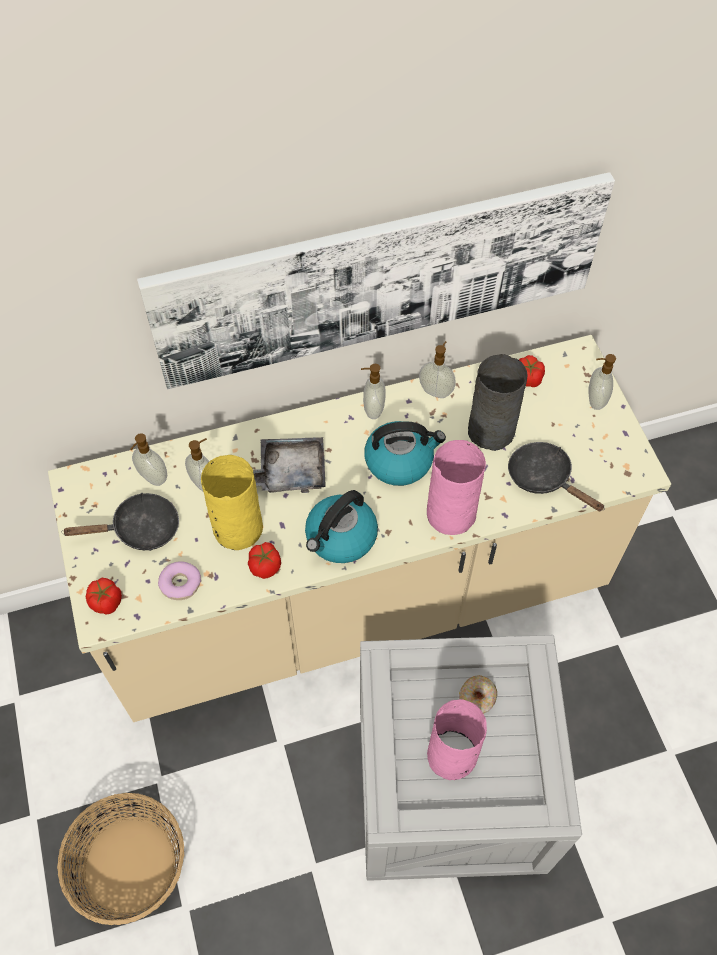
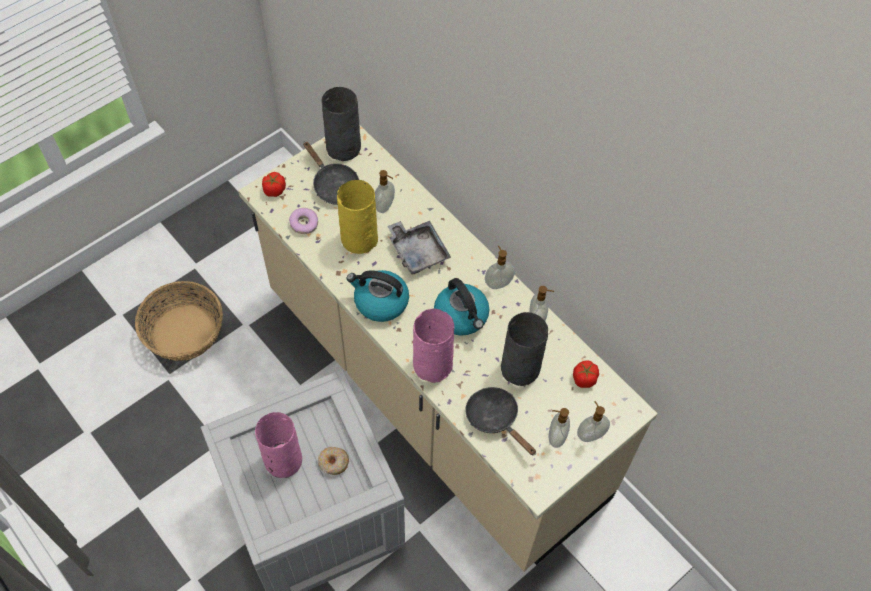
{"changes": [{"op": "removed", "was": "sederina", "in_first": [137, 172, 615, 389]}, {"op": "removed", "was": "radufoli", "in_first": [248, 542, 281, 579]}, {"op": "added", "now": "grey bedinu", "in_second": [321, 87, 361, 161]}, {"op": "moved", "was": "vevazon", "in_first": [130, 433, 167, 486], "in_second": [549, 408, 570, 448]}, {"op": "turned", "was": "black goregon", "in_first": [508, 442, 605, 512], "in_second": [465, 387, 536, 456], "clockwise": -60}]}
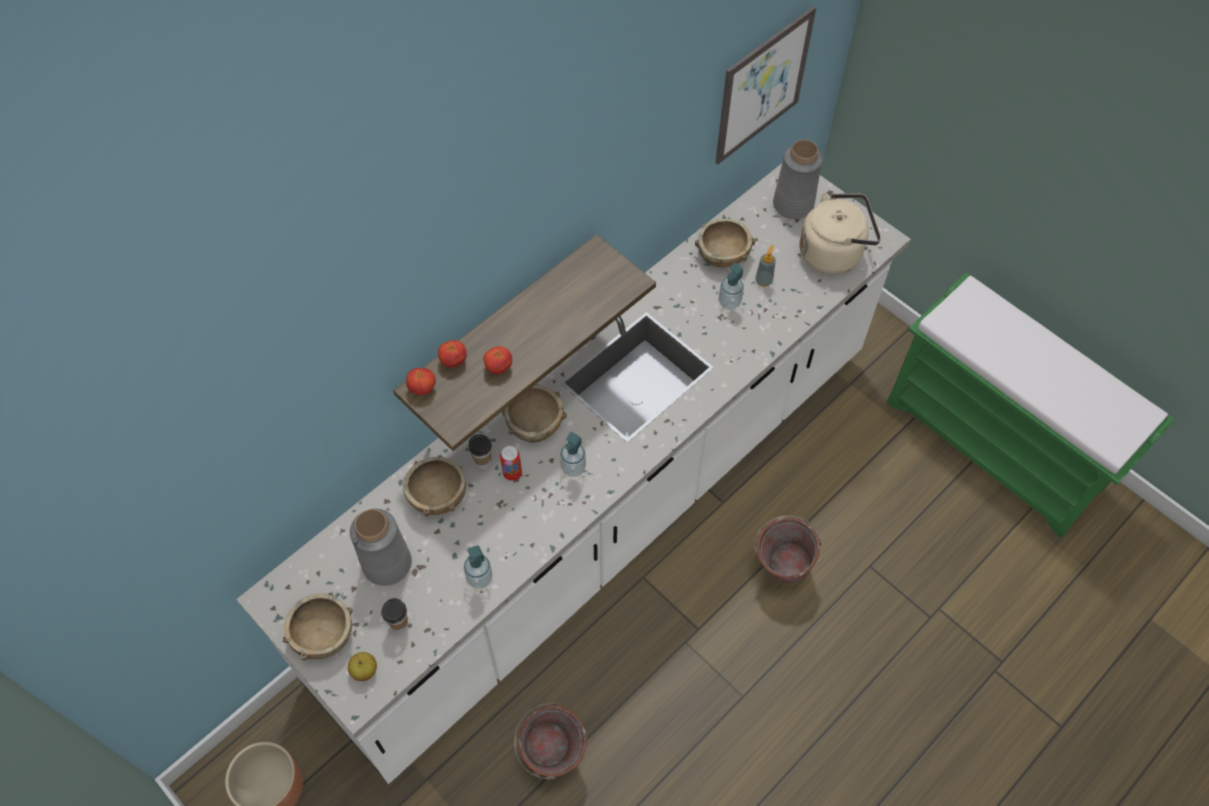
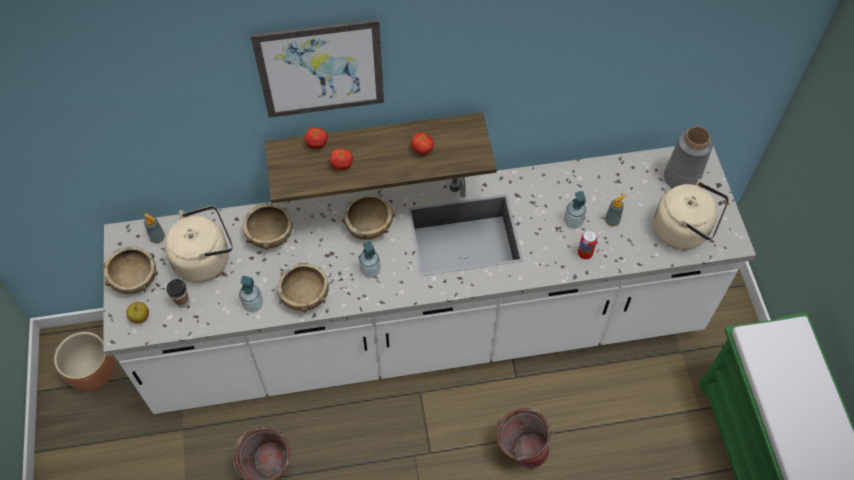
{"changes": [{"op": "removed", "was": "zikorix", "in_first": [468, 434, 492, 469]}, {"op": "added", "now": "vevazon", "in_second": [144, 213, 165, 243]}, {"op": "moved", "was": "radufoli", "in_first": [406, 368, 436, 395], "in_second": [411, 132, 434, 155]}, {"op": "moved", "was": "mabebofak", "in_first": [500, 446, 522, 481], "in_second": [578, 230, 597, 259]}, {"op": "moved", "was": "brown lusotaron", "in_first": [695, 219, 755, 268], "in_second": [277, 262, 329, 313]}, {"op": "moved", "was": "sederina", "in_first": [715, 6, 816, 164], "in_second": [251, 19, 384, 118]}, {"op": "replaced", "was": "grey bedinu", "now": "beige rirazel", "in_first": [350, 509, 412, 586], "in_second": [165, 205, 233, 283]}]}
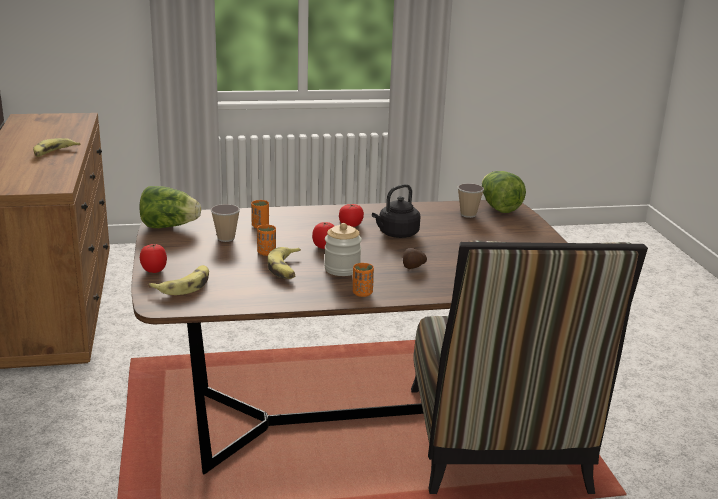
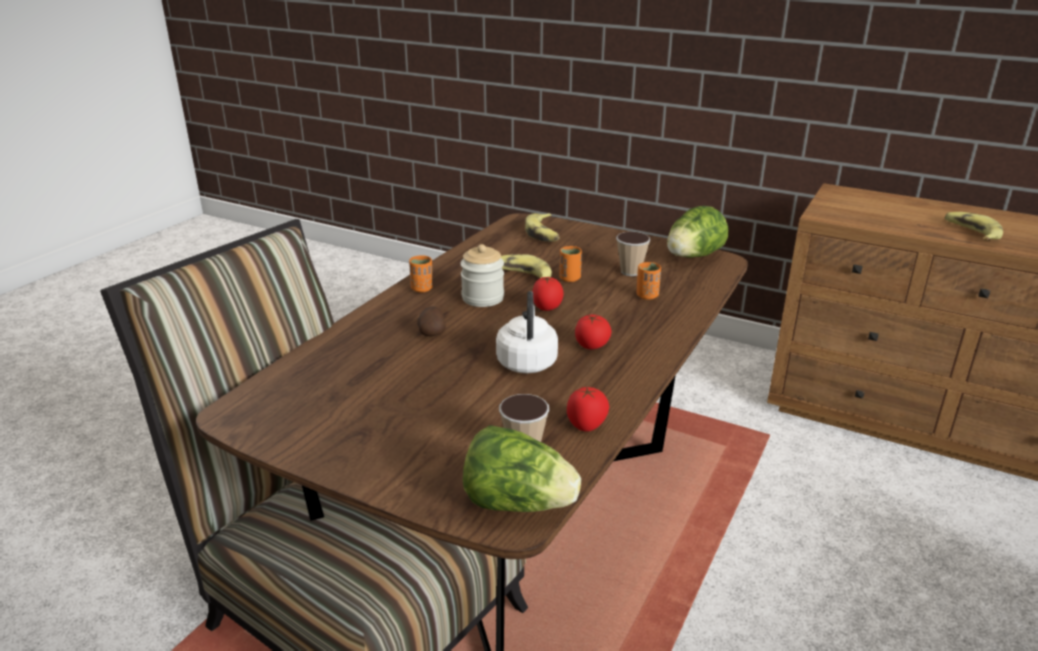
{"changes": [{"op": "moved", "was": "radufoli", "in_first": [140, 244, 167, 273], "in_second": [567, 387, 609, 432]}, {"op": "recoloured", "was": "black rirazel", "now": "white rirazel", "in_first": [372, 184, 420, 238], "in_second": [496, 291, 558, 373]}]}
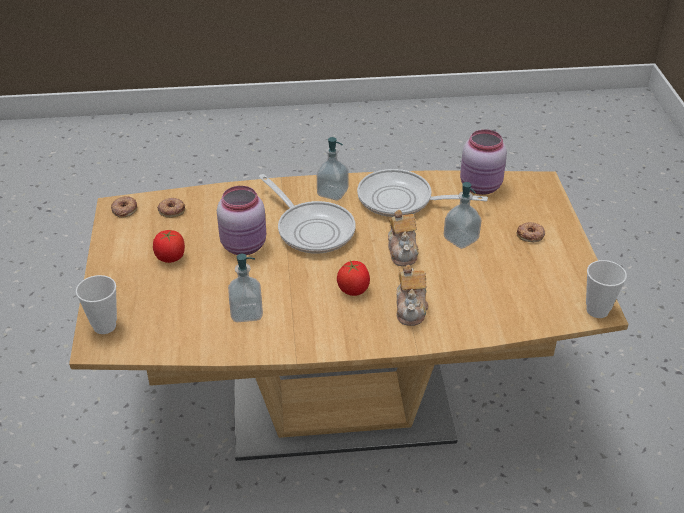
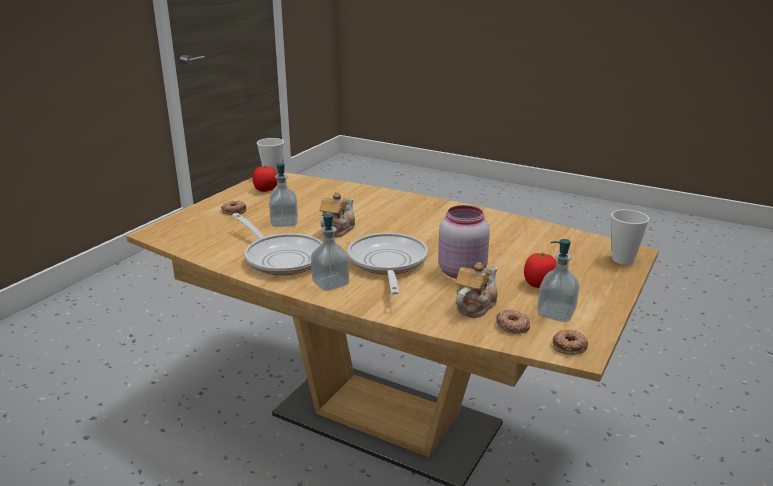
{"changes": [{"op": "removed", "was": "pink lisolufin", "in_first": [460, 129, 507, 195]}, {"op": "moved", "was": "vevazon", "in_first": [228, 254, 263, 322], "in_second": [537, 239, 579, 322]}, {"op": "moved", "was": "radufoli", "in_first": [337, 260, 370, 296], "in_second": [252, 166, 277, 192]}, {"op": "moved", "was": "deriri", "in_first": [396, 265, 428, 326], "in_second": [456, 262, 498, 318]}]}
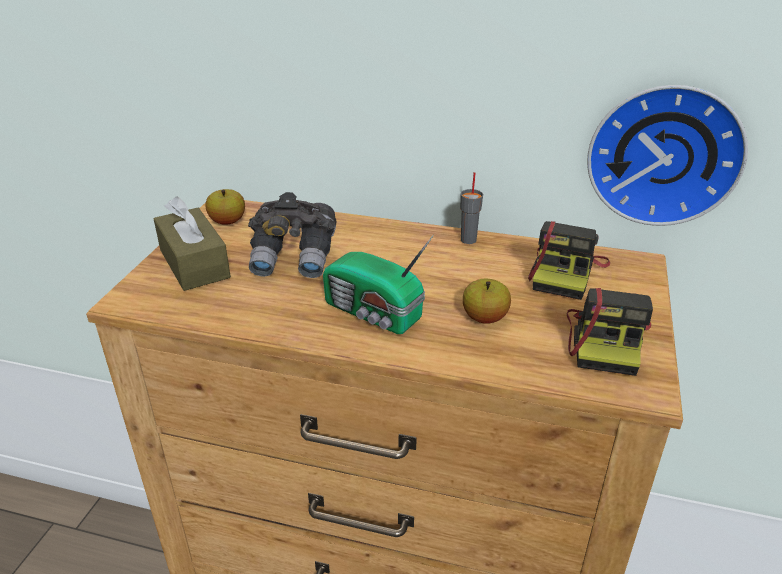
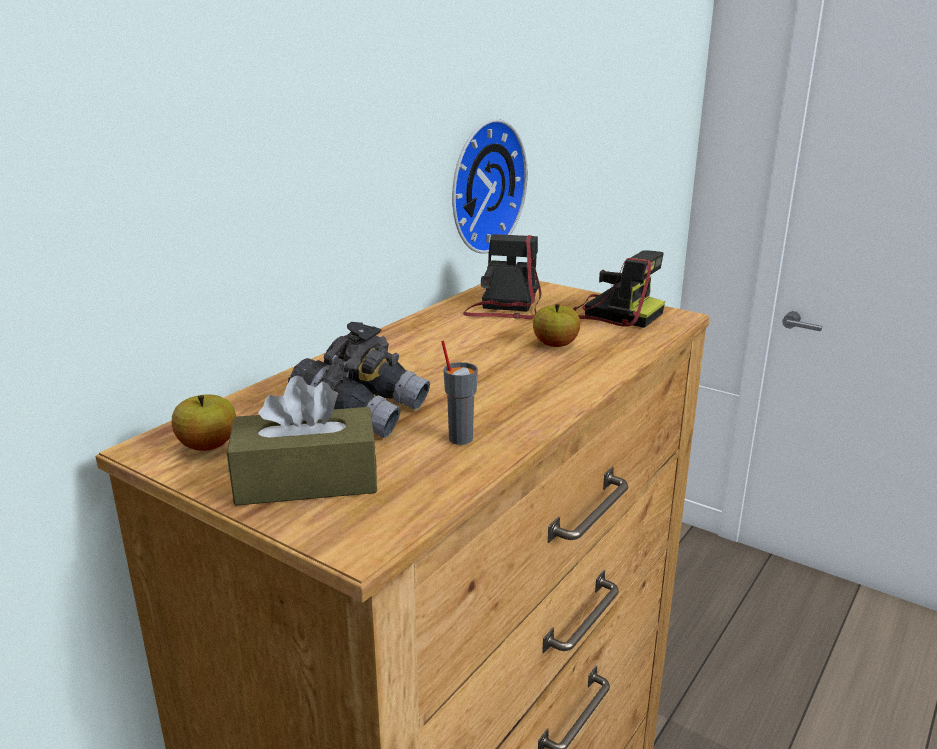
{"changes": [{"op": "removed", "was": "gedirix", "in_first": [323, 235, 434, 334]}, {"op": "moved", "was": "grey zikorix", "in_first": [460, 172, 483, 244], "in_second": [441, 341, 478, 445]}, {"op": "turned", "was": "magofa", "in_first": [528, 221, 610, 300], "in_second": [463, 234, 541, 319], "clockwise": -120}]}
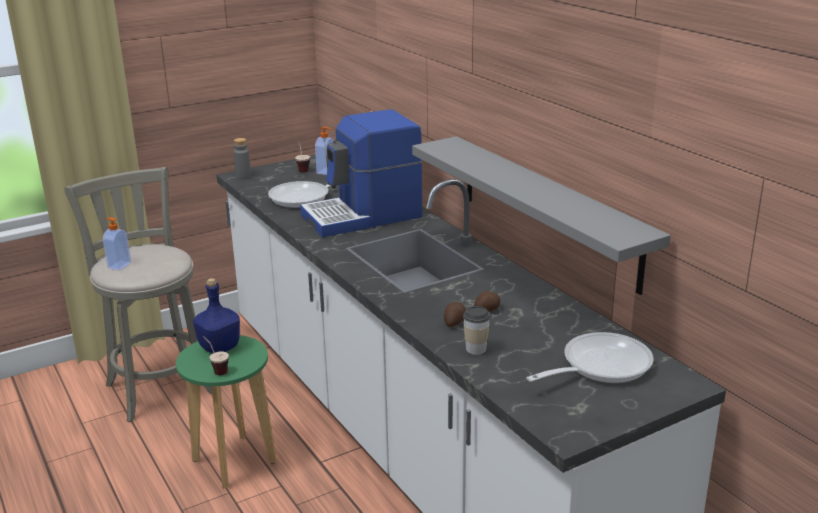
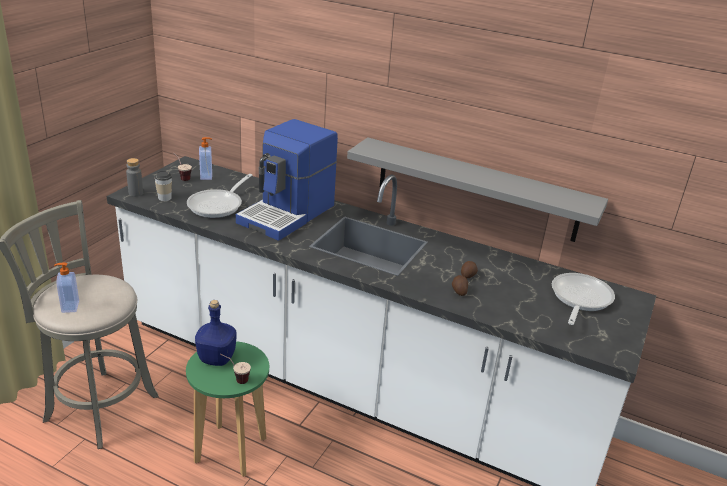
{"changes": [{"op": "moved", "was": "zikorix", "in_first": [463, 306, 490, 355], "in_second": [154, 171, 172, 201]}]}
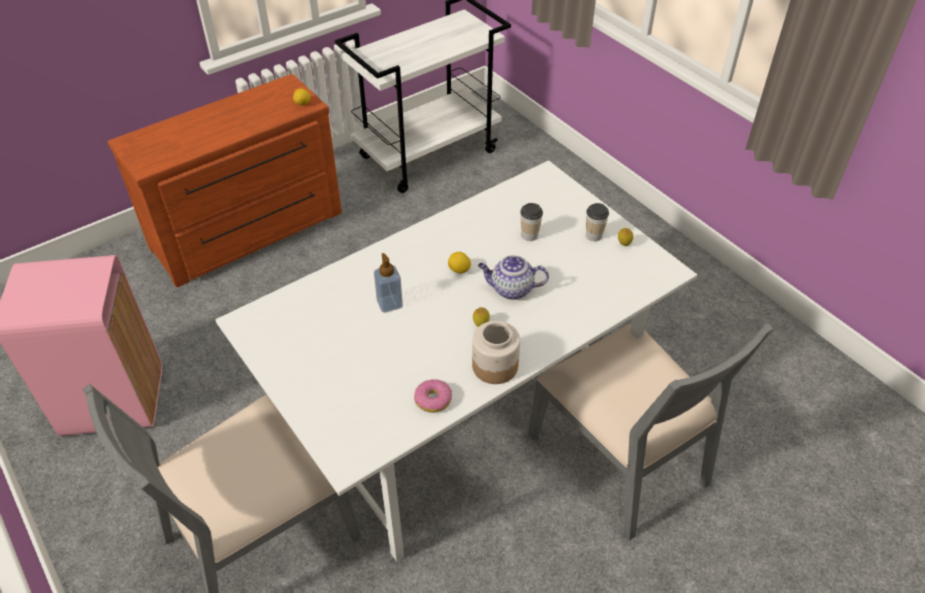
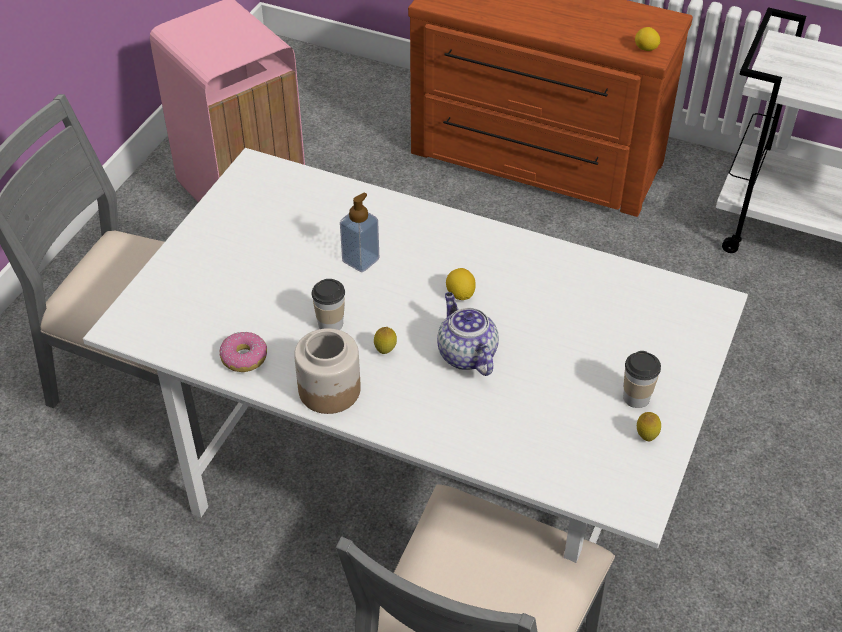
{"changes": [{"op": "moved", "was": "zikorix", "in_first": [520, 203, 543, 241], "in_second": [311, 279, 345, 330]}]}
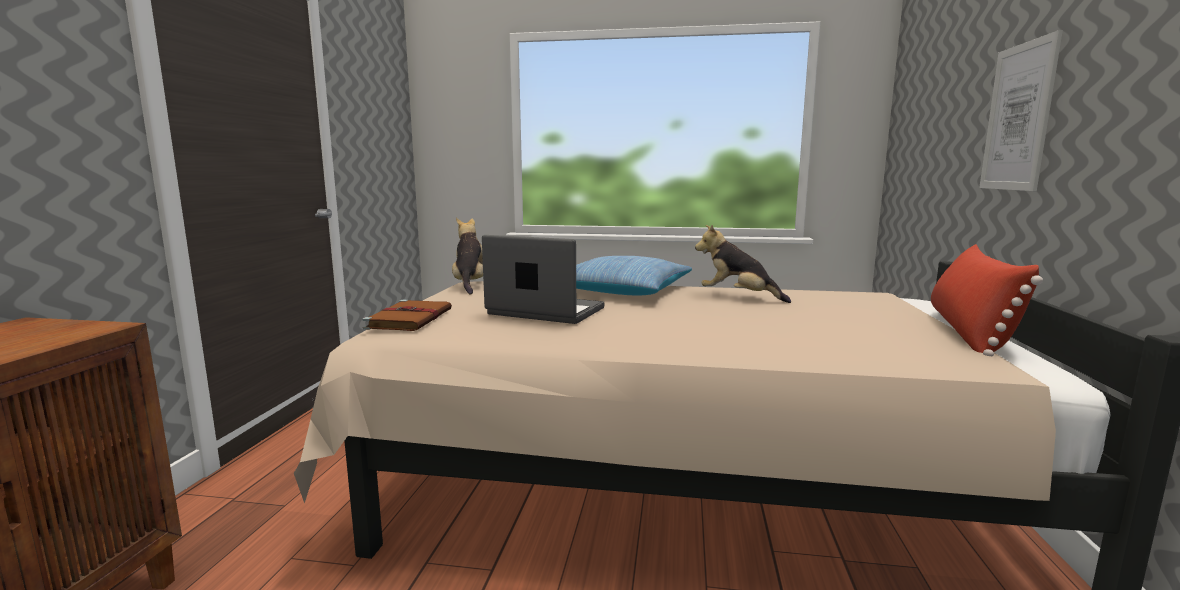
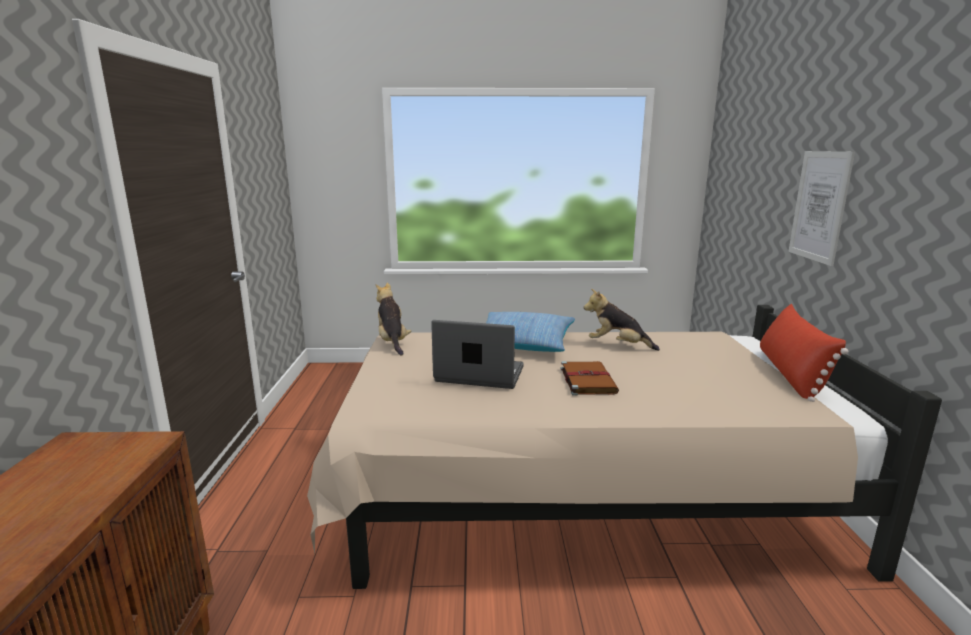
{"changes": [{"op": "moved", "was": "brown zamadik", "in_first": [362, 300, 452, 331], "in_second": [561, 361, 619, 395]}]}
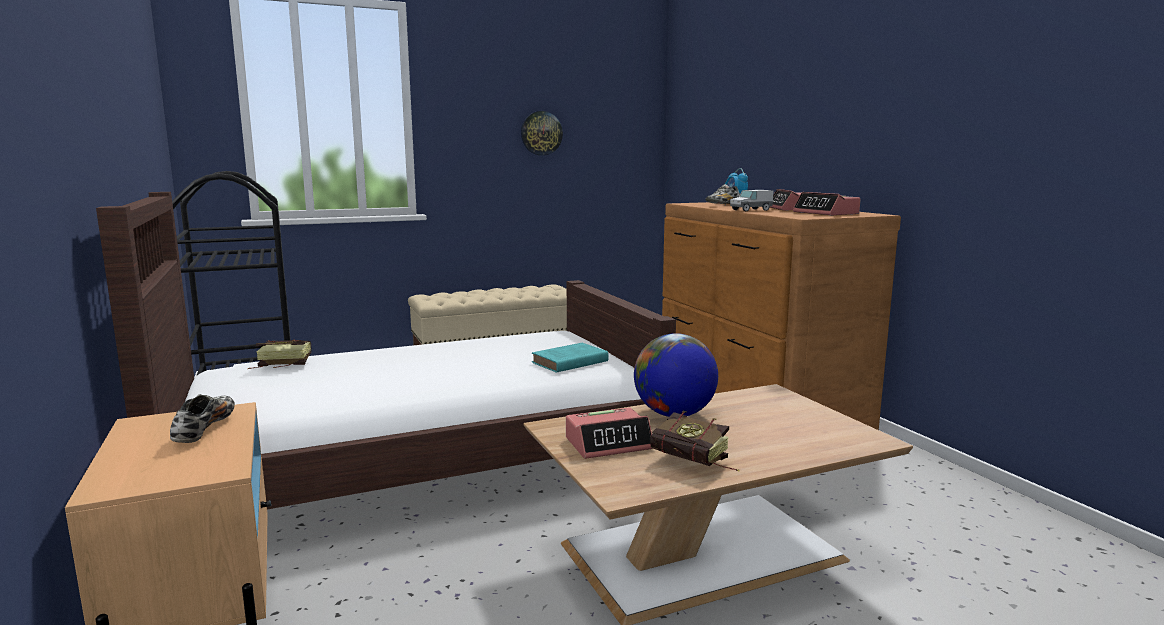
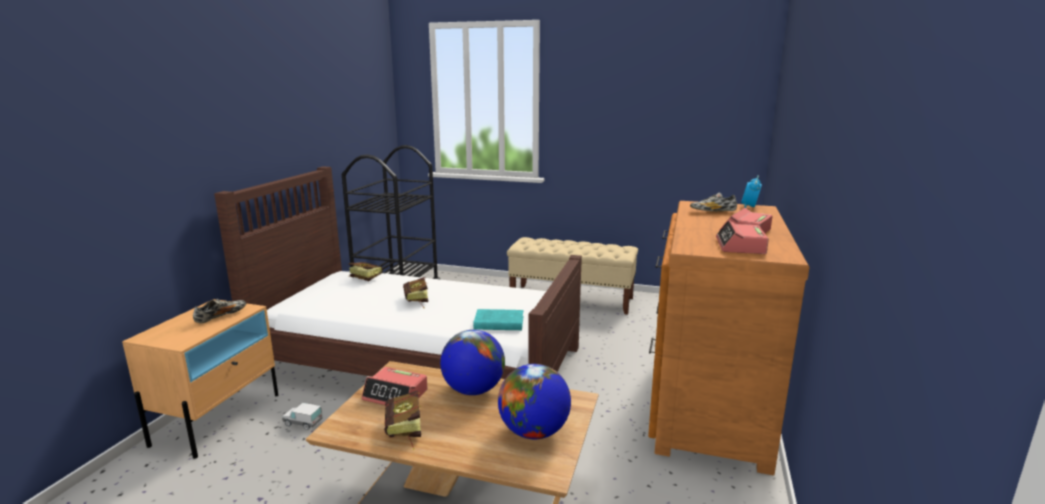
{"changes": [{"op": "removed", "was": "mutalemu", "in_first": [521, 111, 563, 156]}, {"op": "added", "now": "zamadik", "in_second": [403, 277, 428, 306]}, {"op": "added", "now": "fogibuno", "in_second": [498, 364, 571, 439]}, {"op": "moved", "was": "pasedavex", "in_first": [730, 190, 773, 211], "in_second": [282, 403, 322, 430]}]}
